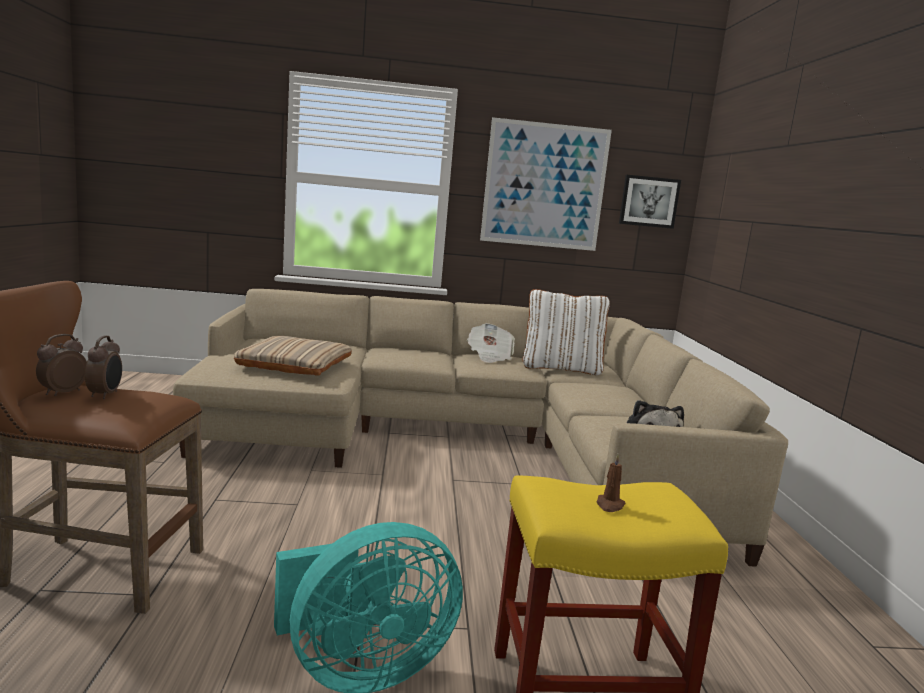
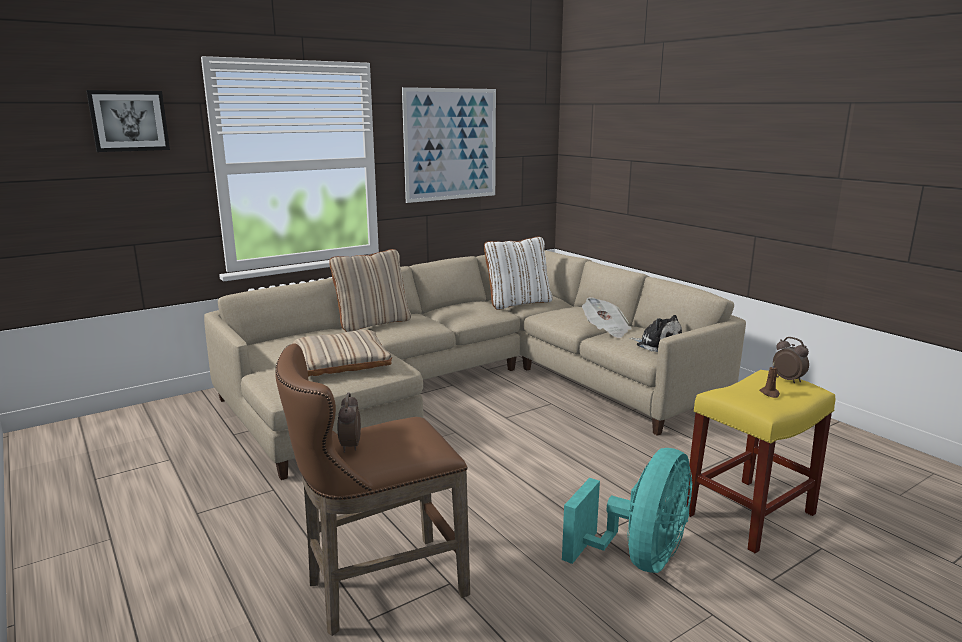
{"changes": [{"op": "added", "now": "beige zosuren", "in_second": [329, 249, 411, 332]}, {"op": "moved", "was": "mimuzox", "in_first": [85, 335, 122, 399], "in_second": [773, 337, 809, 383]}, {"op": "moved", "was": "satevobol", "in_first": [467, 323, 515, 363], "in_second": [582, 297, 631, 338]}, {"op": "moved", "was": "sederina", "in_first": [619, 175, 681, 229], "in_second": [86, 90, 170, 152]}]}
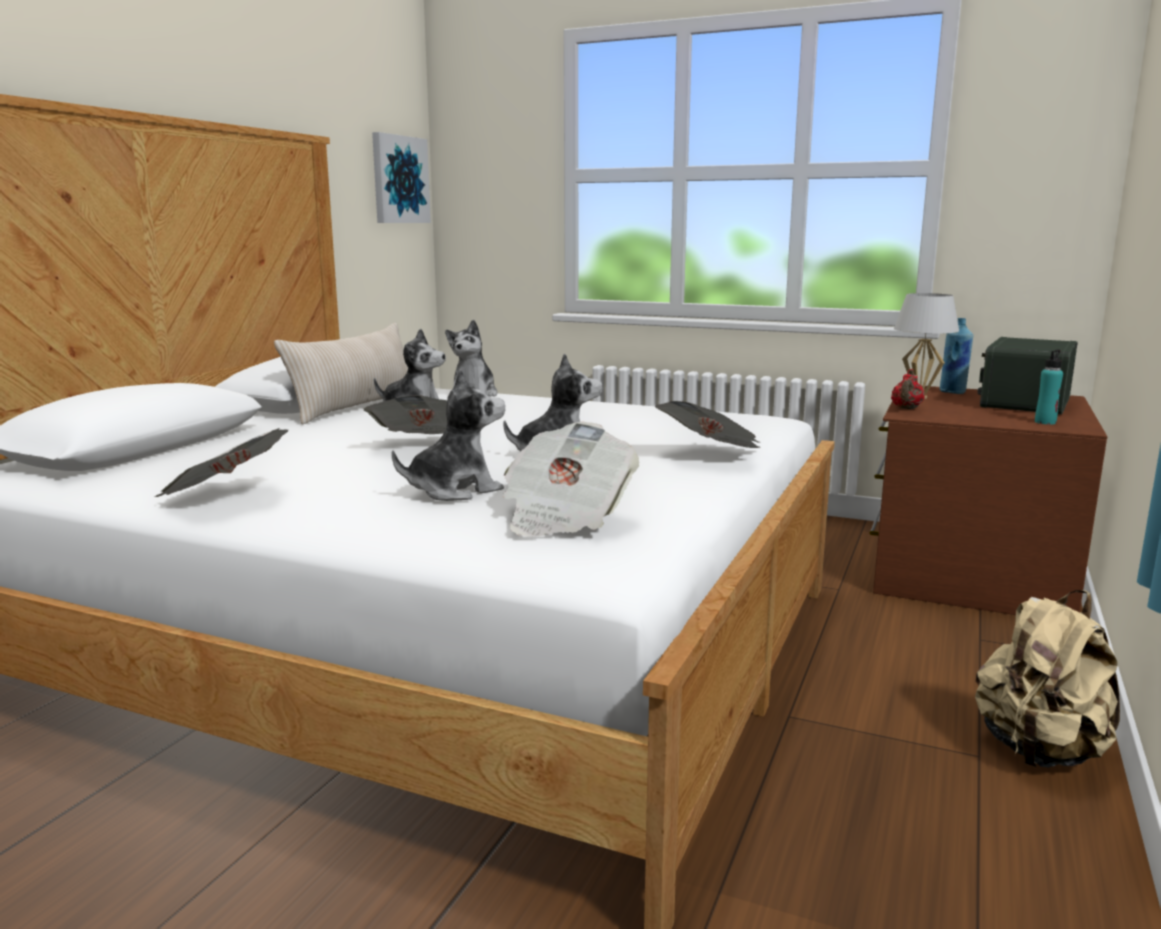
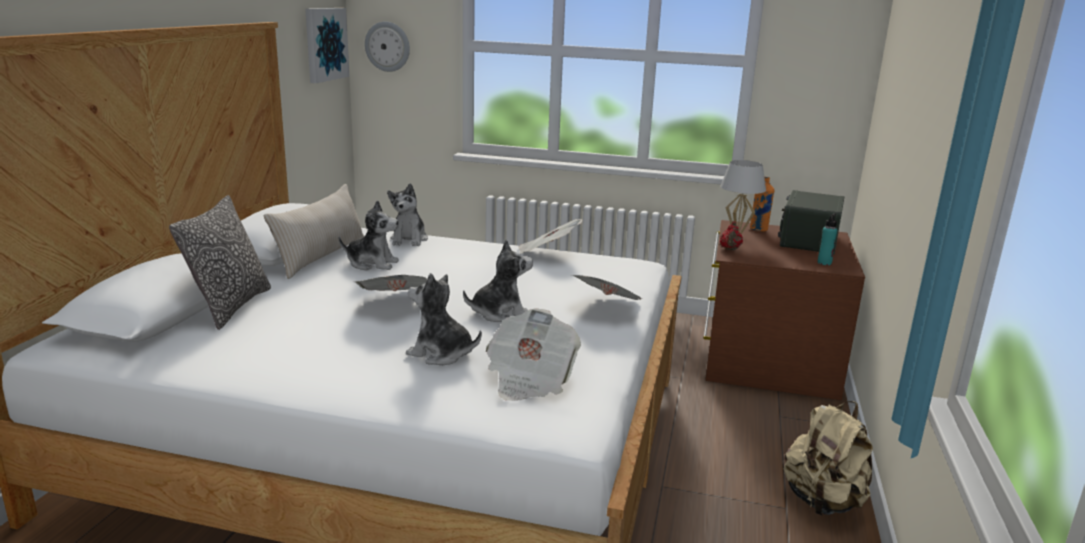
{"changes": [{"op": "added", "now": "zosuren", "in_second": [169, 195, 271, 330]}, {"op": "added", "now": "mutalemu", "in_second": [365, 21, 410, 72]}, {"op": "moved", "was": "satevobol", "in_first": [155, 428, 288, 497], "in_second": [518, 219, 582, 254]}, {"op": "recoloured", "was": "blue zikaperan", "now": "orange zikaperan", "in_first": [940, 318, 974, 394], "in_second": [750, 177, 774, 232]}, {"op": "turned", "was": "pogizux", "in_first": [392, 370, 505, 501], "in_second": [406, 273, 482, 365], "clockwise": -120}]}
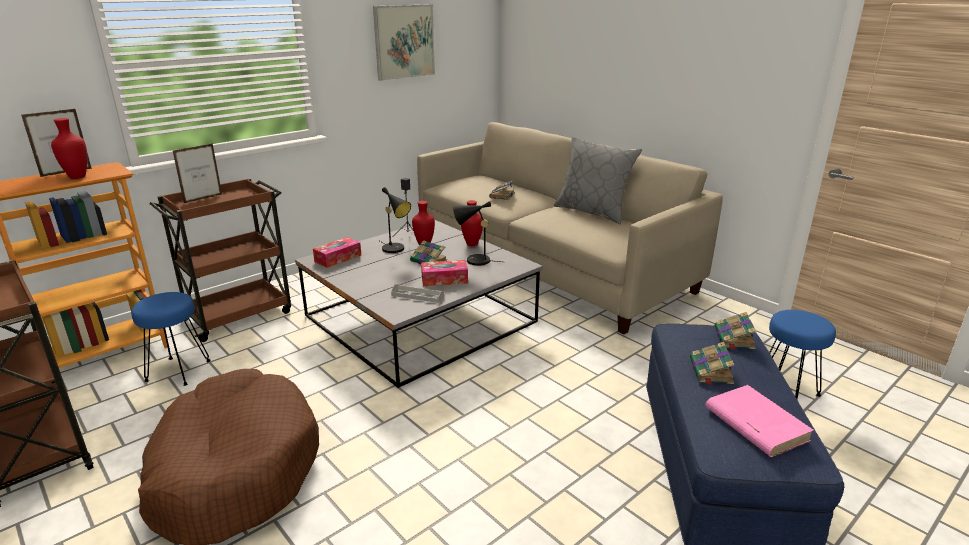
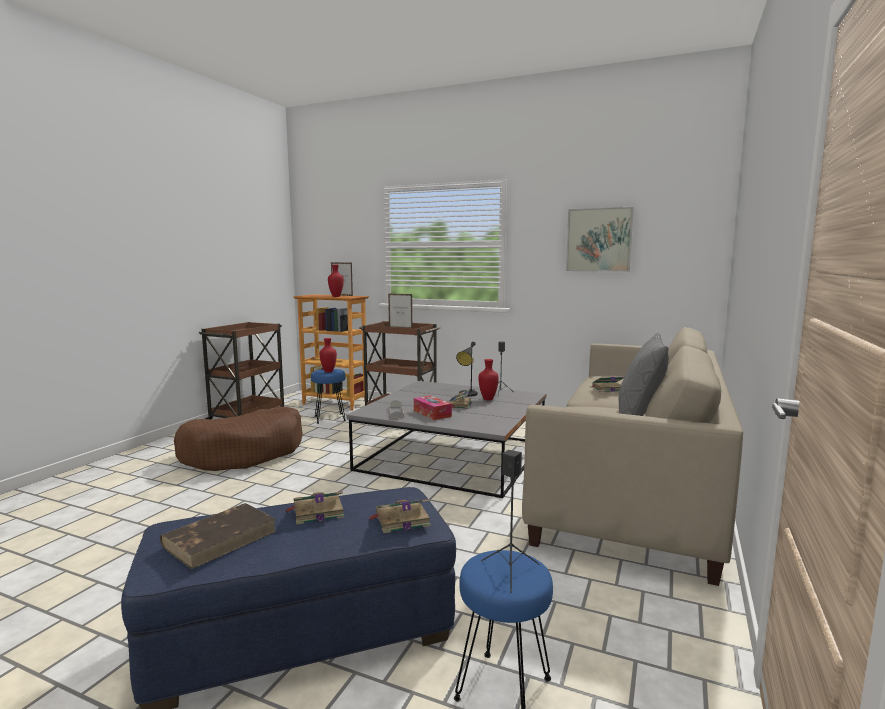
{"changes": [{"op": "removed", "was": "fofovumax", "in_first": [313, 237, 361, 268]}, {"op": "removed", "was": "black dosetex", "in_first": [453, 201, 501, 266]}, {"op": "added", "now": "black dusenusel", "in_second": [481, 450, 539, 593]}, {"op": "moved", "was": "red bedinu", "in_first": [461, 200, 483, 246], "in_second": [320, 338, 337, 373]}, {"op": "recoloured", "was": "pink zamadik", "now": "brown zamadik", "in_first": [706, 385, 814, 457], "in_second": [160, 503, 277, 569]}]}
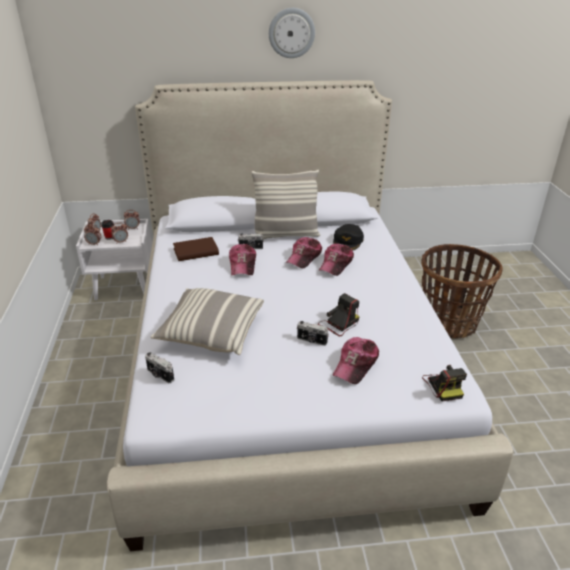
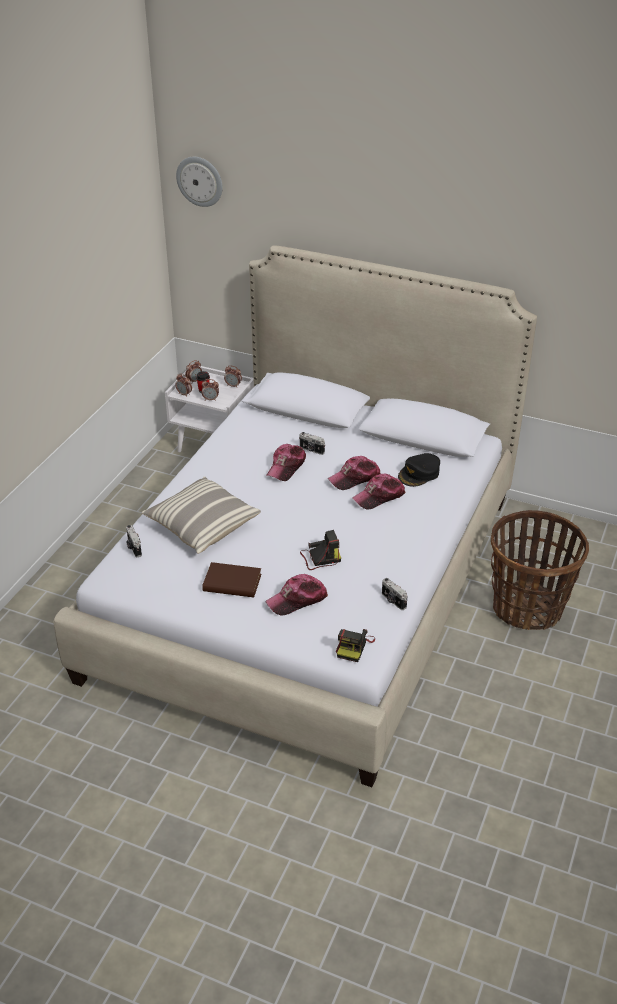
{"changes": [{"op": "removed", "was": "zosuren", "in_first": [251, 170, 320, 239]}, {"op": "moved", "was": "brown zamadik", "in_first": [173, 237, 219, 261], "in_second": [202, 562, 261, 597]}, {"op": "moved", "was": "mutalemu", "in_first": [269, 8, 315, 58], "in_second": [176, 157, 223, 207]}, {"op": "moved", "was": "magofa", "in_first": [297, 321, 329, 346], "in_second": [382, 578, 408, 610]}]}
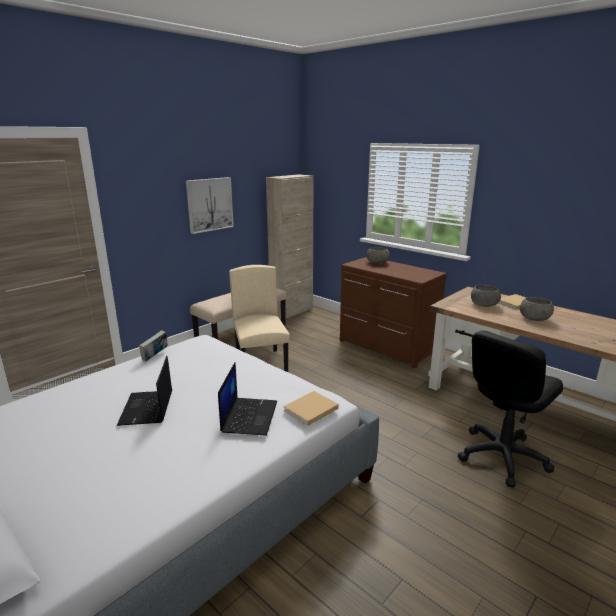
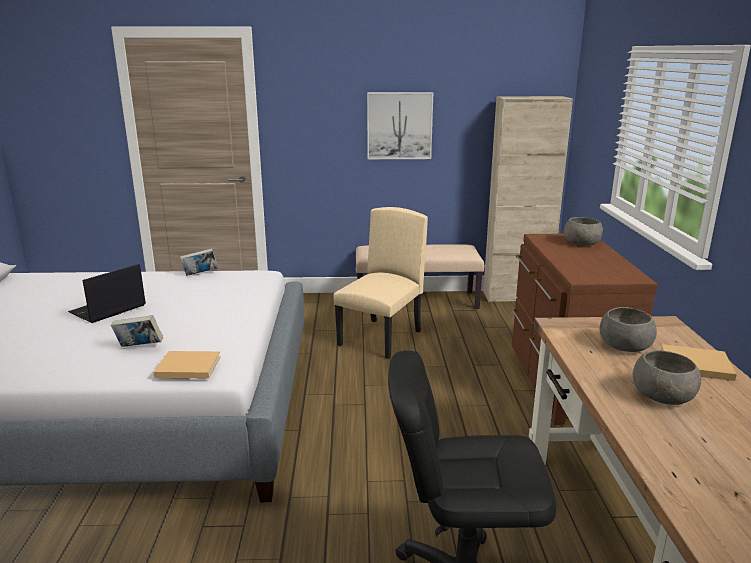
{"changes": [{"op": "replaced", "was": "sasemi", "now": "zamadik", "in_first": [218, 362, 277, 436], "in_second": [111, 315, 163, 347]}]}
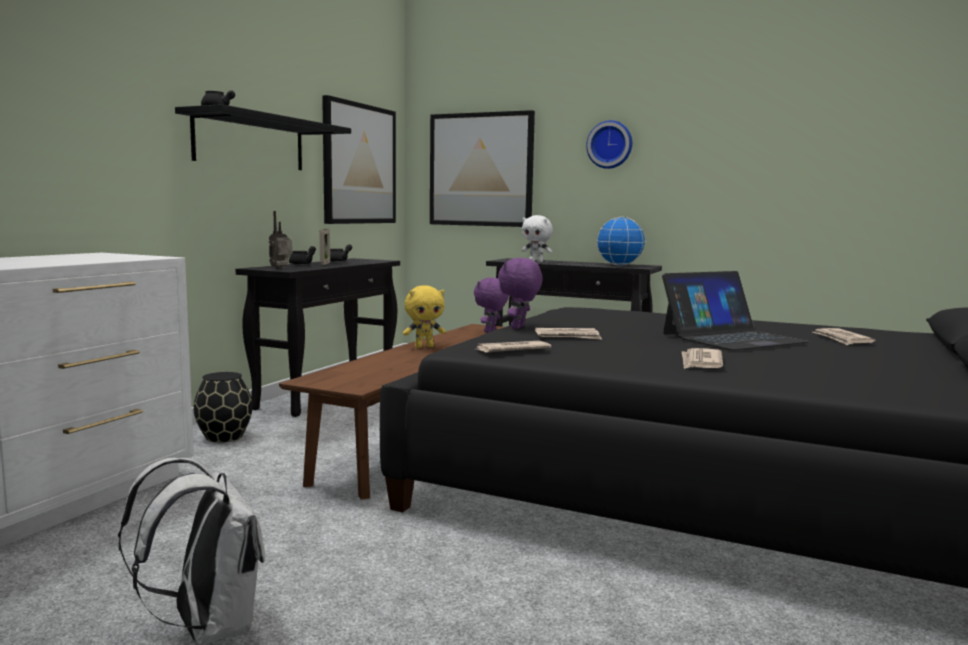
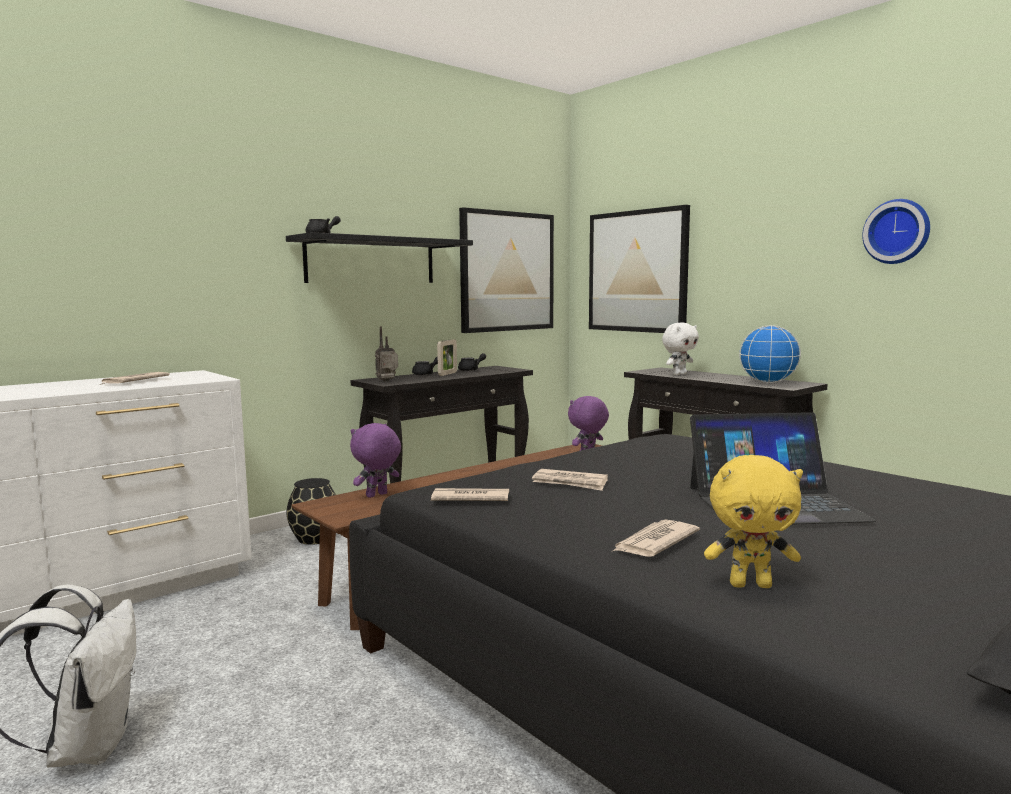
{"changes": [{"op": "moved", "was": "yellow pogizux", "in_first": [403, 285, 446, 348], "in_second": [704, 455, 803, 588]}, {"op": "moved", "was": "purple pogizux", "in_first": [498, 258, 543, 329], "in_second": [350, 423, 401, 498]}, {"op": "moved", "was": "mutalemu", "in_first": [586, 120, 632, 169], "in_second": [862, 199, 930, 264]}, {"op": "moved", "was": "satevobol", "in_first": [813, 328, 876, 345], "in_second": [100, 372, 170, 385]}, {"op": "turned", "was": "white pogizux", "in_first": [521, 215, 553, 262], "in_second": [662, 323, 699, 375], "clockwise": -90}]}
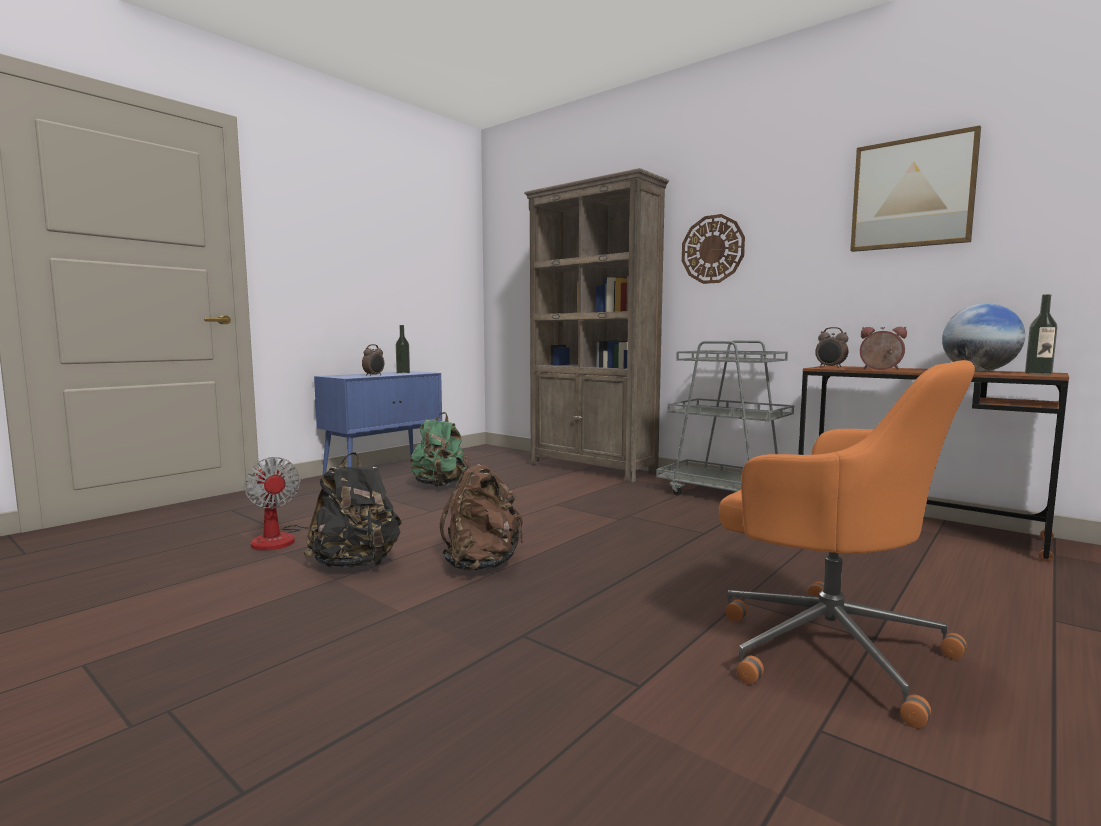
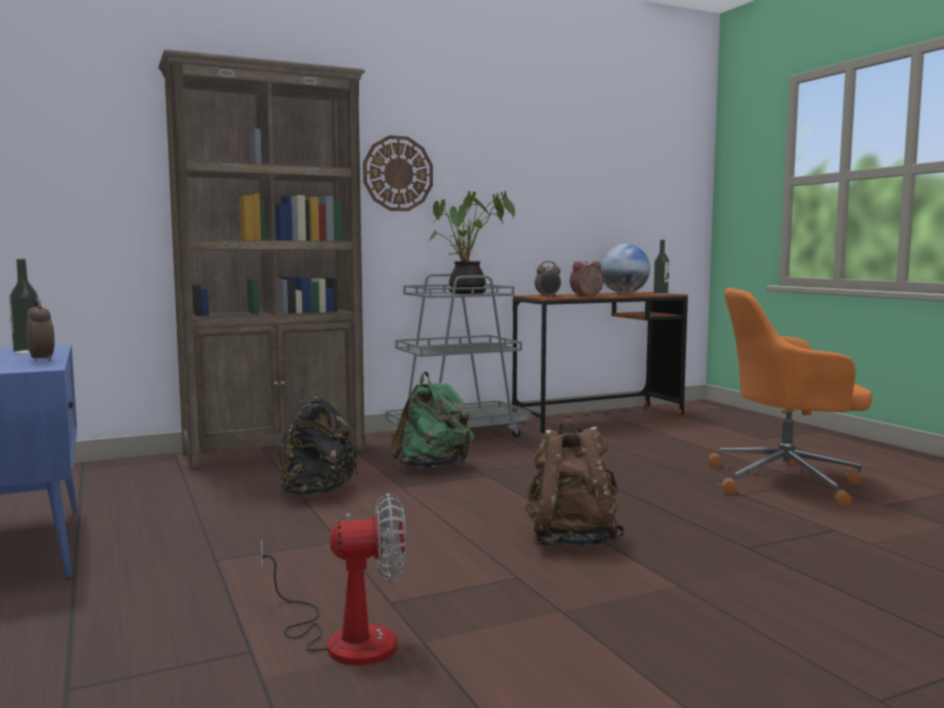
{"changes": [{"op": "removed", "was": "sederina", "in_first": [850, 125, 981, 252]}, {"op": "added", "now": "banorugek", "in_second": [428, 190, 515, 294]}, {"op": "moved", "was": "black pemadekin", "in_first": [303, 452, 402, 568], "in_second": [279, 387, 358, 495]}, {"op": "moved", "was": "green pemadekin", "in_first": [410, 412, 467, 487], "in_second": [391, 372, 474, 469]}, {"op": "turned", "was": "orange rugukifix", "in_first": [719, 360, 975, 728], "in_second": [709, 288, 872, 508], "clockwise": -150}]}
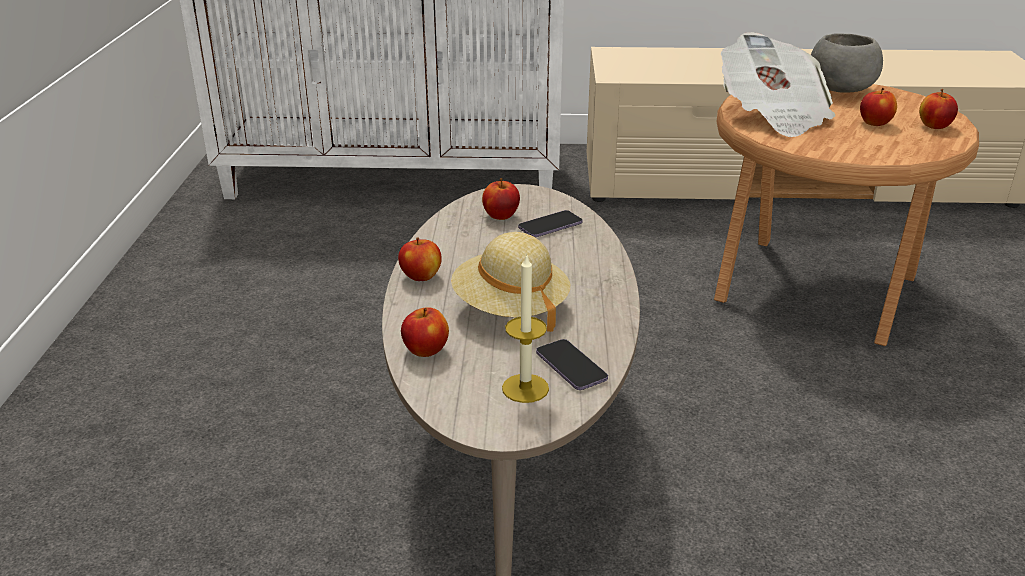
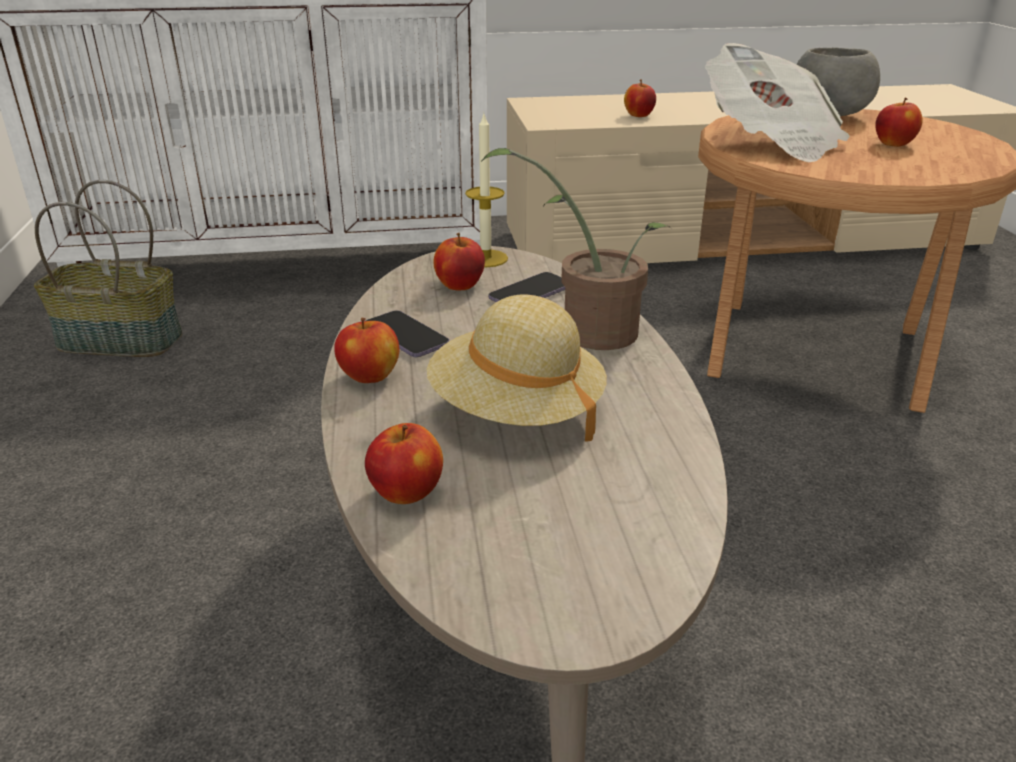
{"changes": [{"op": "added", "now": "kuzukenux", "in_second": [34, 180, 183, 357]}, {"op": "added", "now": "banorugek", "in_second": [481, 148, 671, 350]}, {"op": "moved", "was": "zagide", "in_first": [502, 253, 549, 403], "in_second": [465, 112, 508, 267]}, {"op": "moved", "was": "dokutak", "in_first": [536, 339, 608, 390], "in_second": [366, 310, 449, 357]}, {"op": "moved", "was": "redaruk", "in_first": [919, 89, 958, 129], "in_second": [624, 79, 656, 117]}]}
